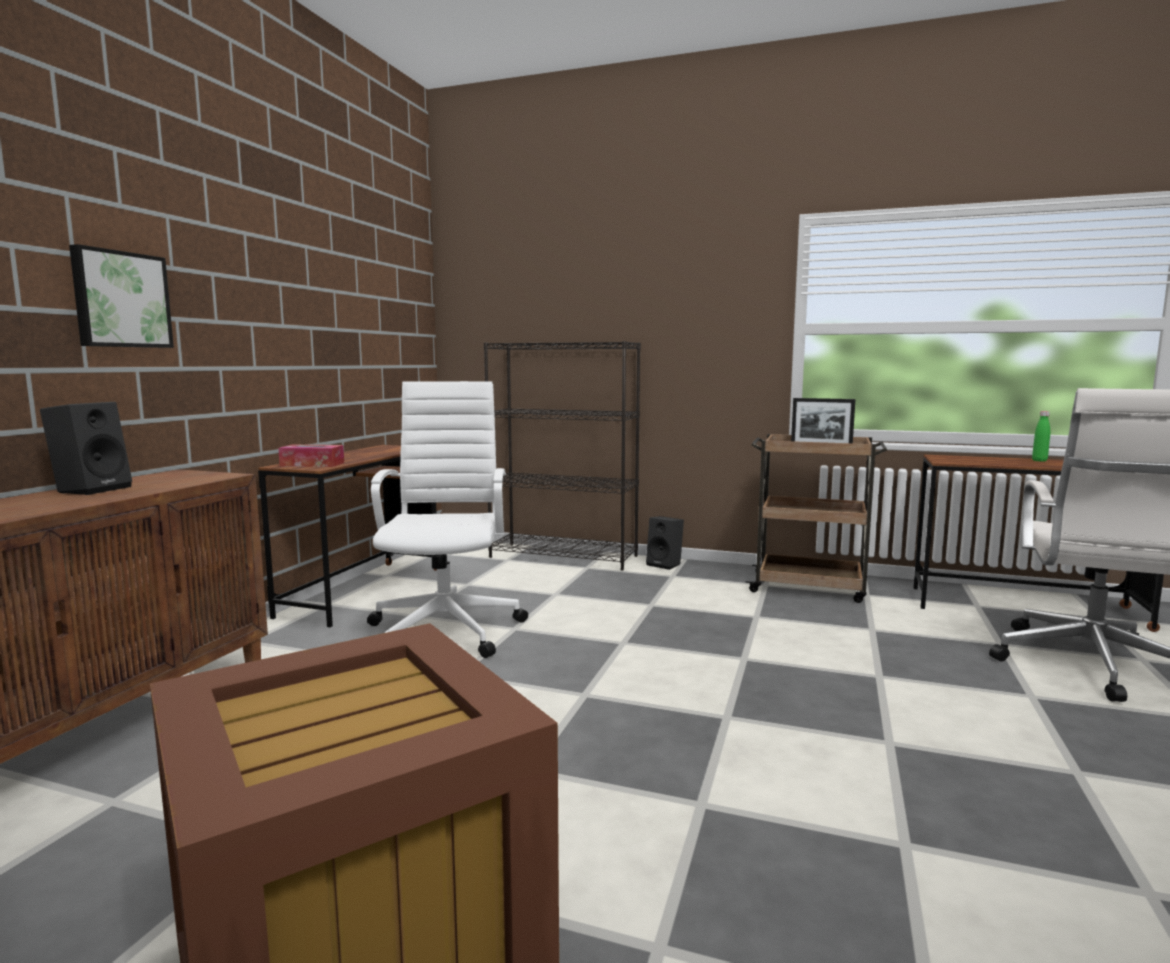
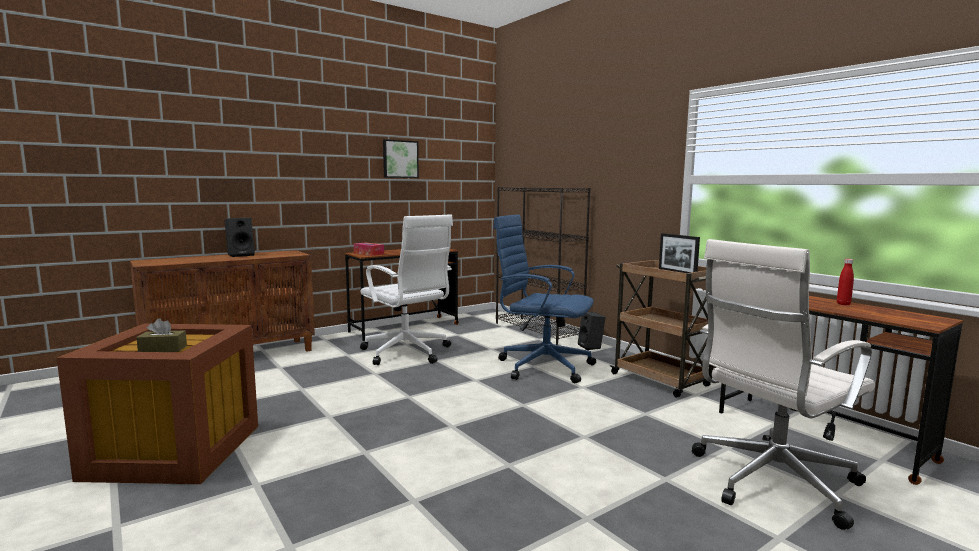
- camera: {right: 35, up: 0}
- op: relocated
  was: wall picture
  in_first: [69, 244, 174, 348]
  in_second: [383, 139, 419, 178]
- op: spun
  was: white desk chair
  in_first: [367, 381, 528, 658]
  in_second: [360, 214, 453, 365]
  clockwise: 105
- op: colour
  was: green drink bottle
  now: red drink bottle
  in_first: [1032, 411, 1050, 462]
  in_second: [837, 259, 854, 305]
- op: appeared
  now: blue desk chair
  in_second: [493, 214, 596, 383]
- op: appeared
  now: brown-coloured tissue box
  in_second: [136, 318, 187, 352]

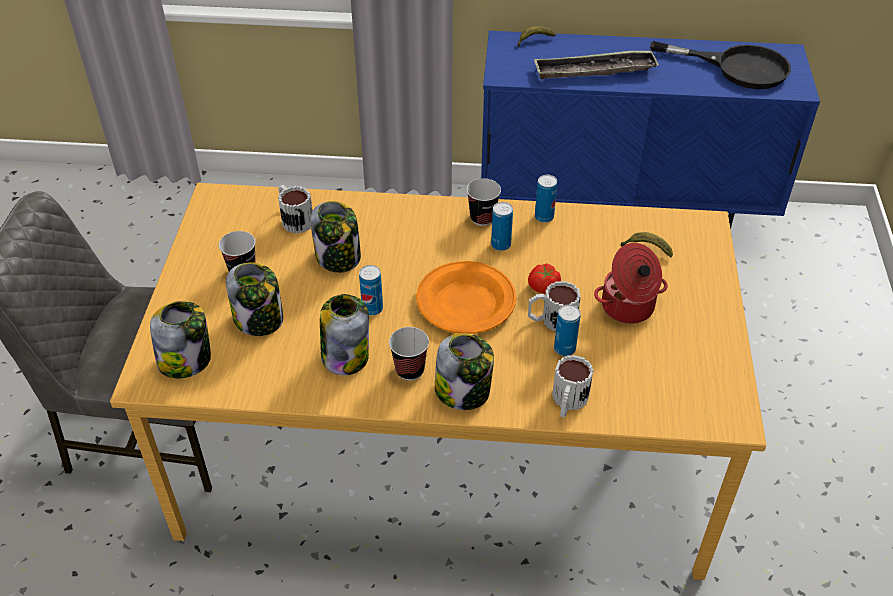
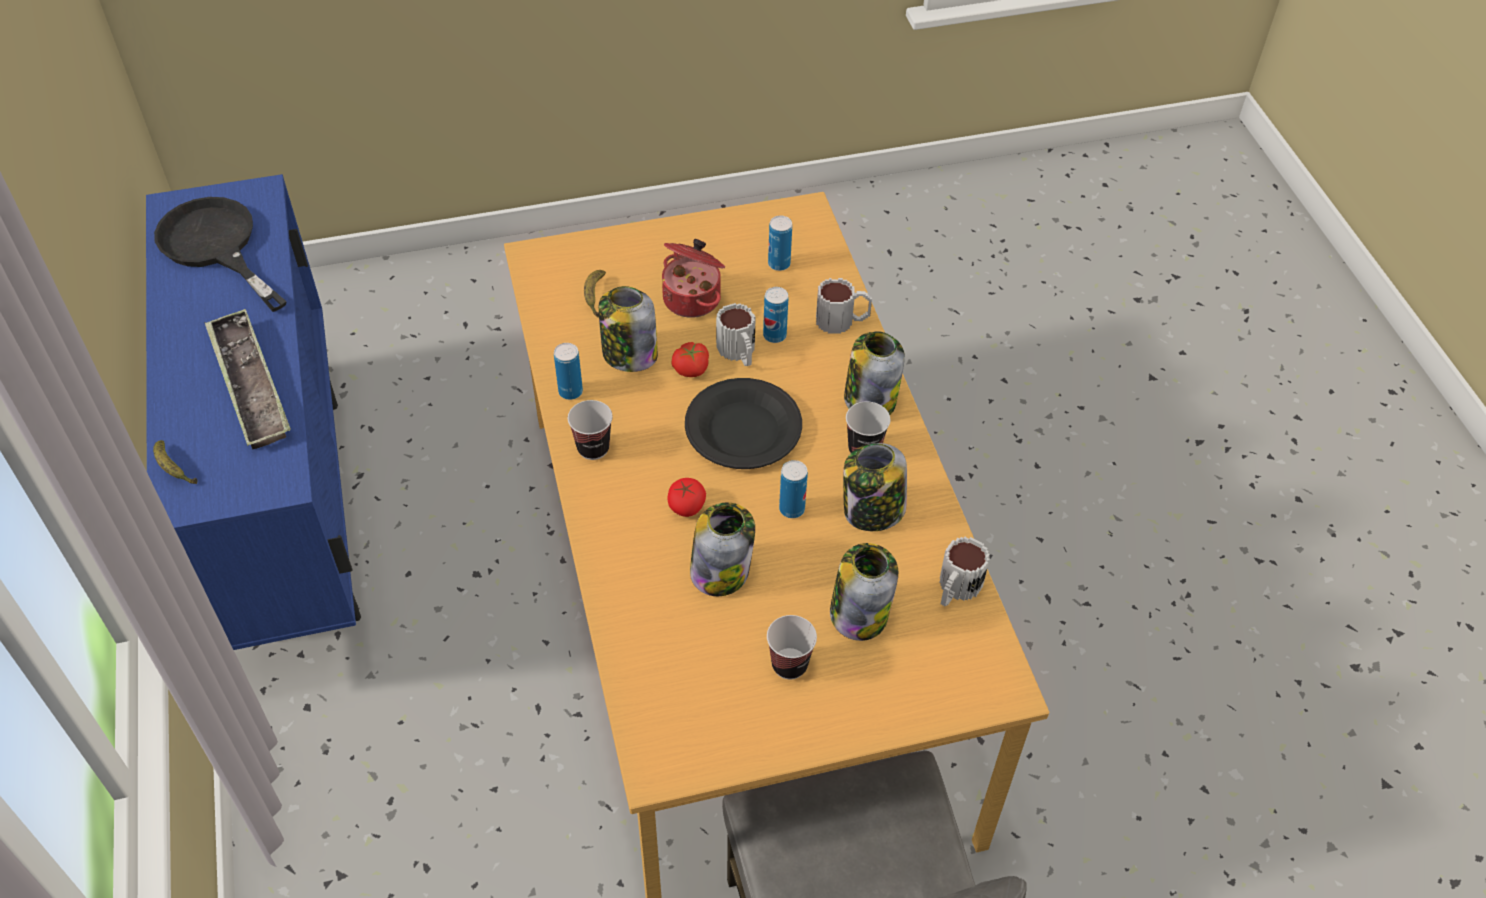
- camera: {right: -110, up: 5}
- op: spun
  was: black skillet
  in_first: [650, 41, 791, 89]
  in_second: [154, 197, 287, 312]
  clockwise: -45
- op: relocated
  was: tea mug
  in_first: [278, 185, 313, 234]
  in_second: [939, 537, 990, 606]
- op: relocated
  was: metal can
  in_first: [491, 202, 513, 251]
  in_second: [768, 216, 792, 271]
- op: colour
  was: orangey flat dish
  now: black flat dish
  in_first: [416, 261, 516, 334]
  in_second: [685, 378, 802, 469]
- op: relocated
  was: preserve jar
  in_first: [150, 301, 211, 378]
  in_second: [599, 286, 658, 372]
- op: appeared
  now: fresh tomato
  in_second: [668, 478, 706, 517]

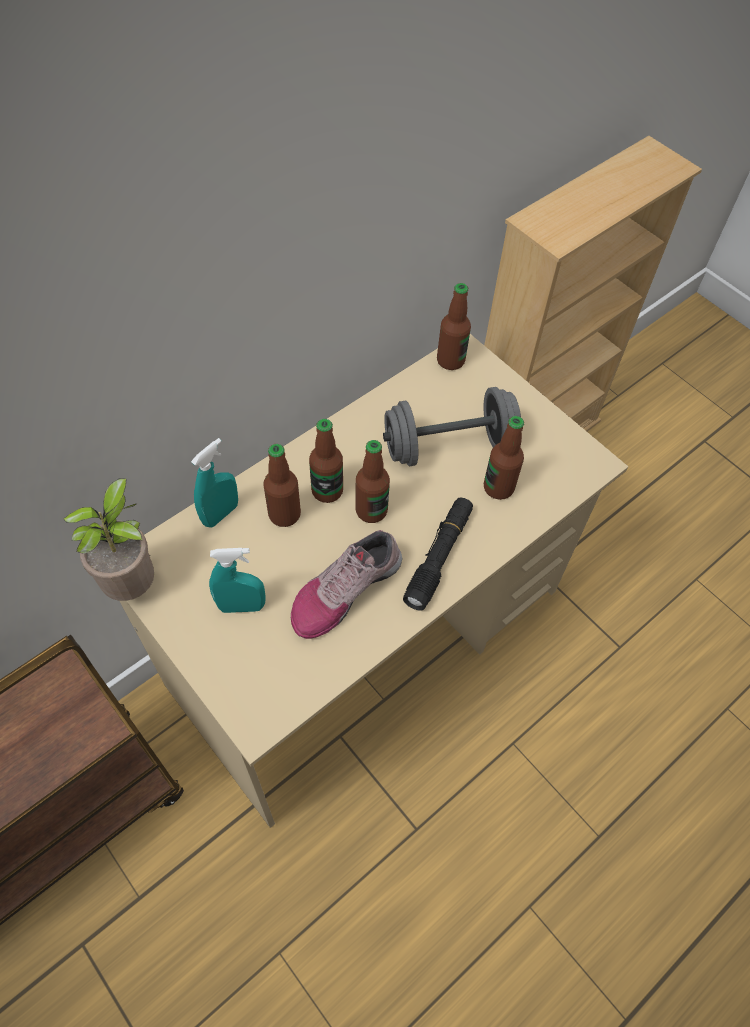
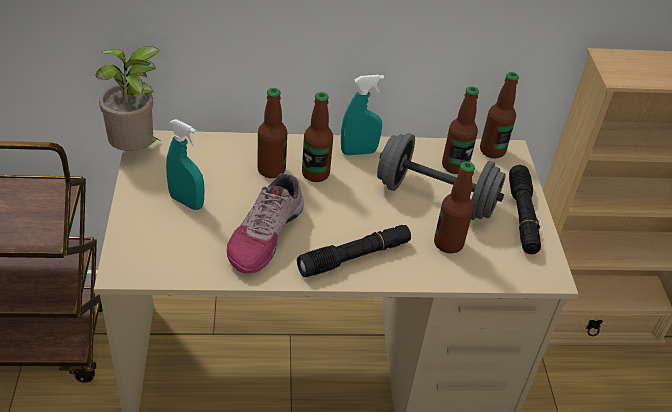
- camera: {right: 35, up: -15}
- op: relocated
  was: turquoise-coloured hand sprayer
  in_first: [191, 438, 238, 527]
  in_second: [341, 75, 384, 155]
- op: relocated
  was: drink bottle
  in_first: [356, 440, 390, 523]
  in_second: [442, 86, 479, 174]
- op: spun
  was: item of footwear
  in_first: [291, 530, 402, 639]
  in_second: [227, 174, 304, 274]
  clockwise: -60
- op: appeared
  now: black hand torch
  in_second: [509, 165, 541, 254]

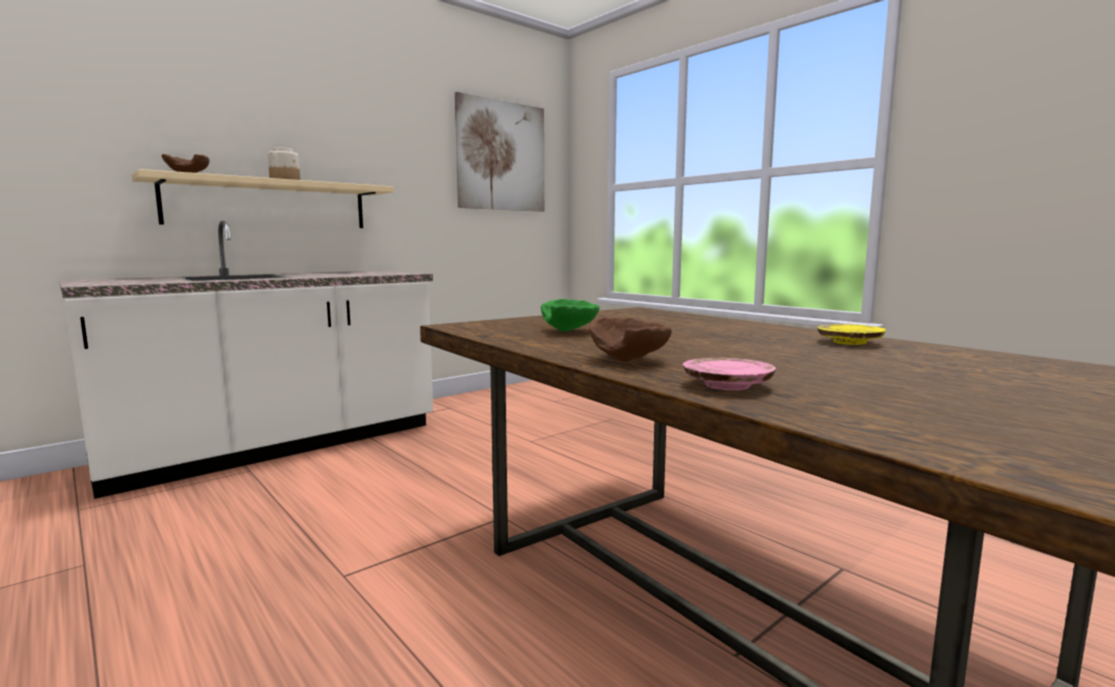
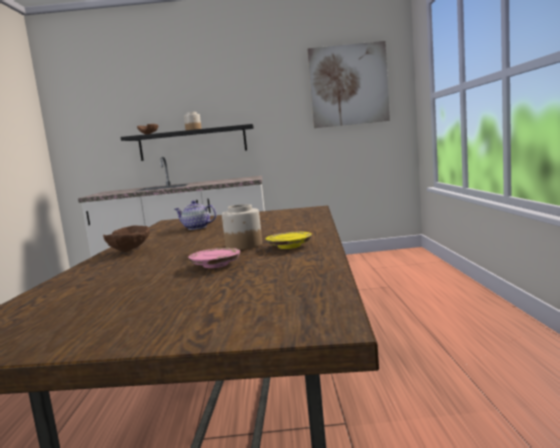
- camera: {right: 40, up: 0}
- op: colour
  was: beige-coloured wall shelf
  now: black wall shelf
  in_first: [132, 169, 394, 228]
  in_second: [120, 124, 254, 161]
- op: exchanged
  was: green serving bowl
  now: tea pot
  in_first: [541, 299, 600, 332]
  in_second: [174, 200, 217, 230]
- op: relocated
  was: pink flat dish
  in_first: [683, 358, 776, 390]
  in_second: [188, 248, 240, 268]
- op: appeared
  now: preserve jar
  in_second: [222, 204, 262, 250]

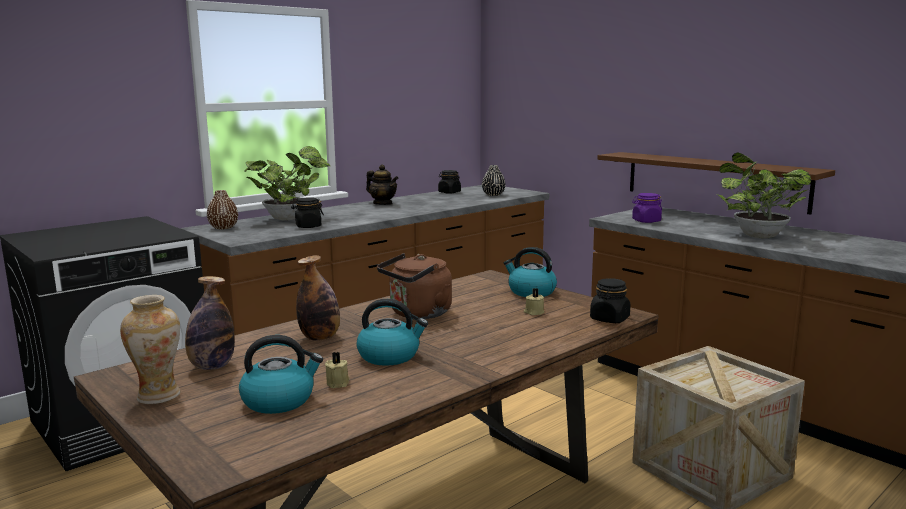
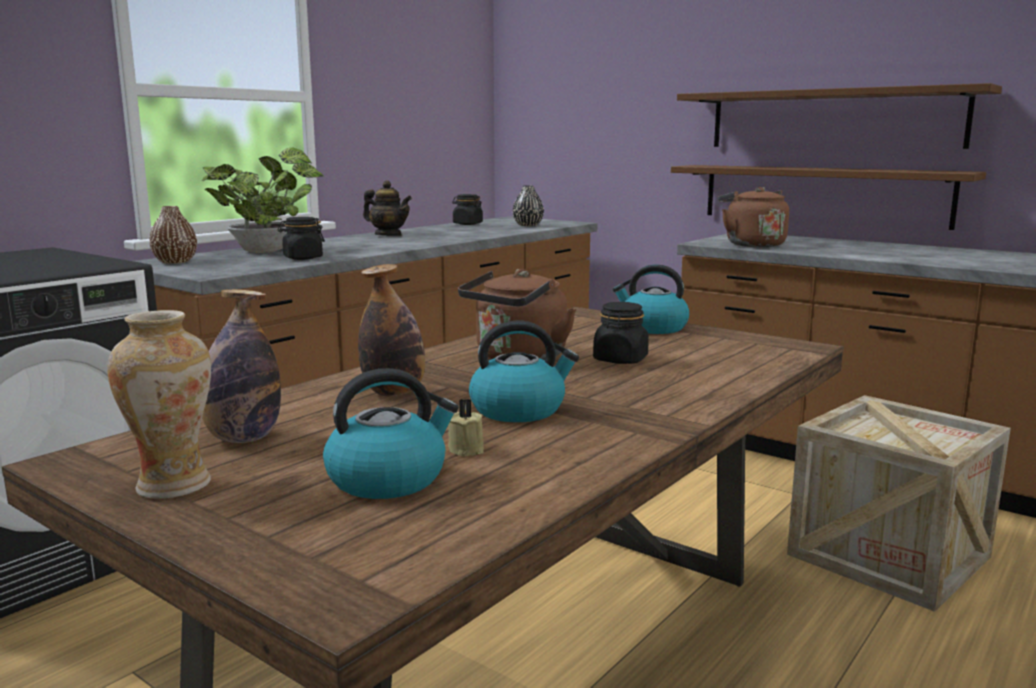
- camera: {right: -10, up: 0}
- op: missing
  was: potted plant
  in_first: [717, 152, 811, 238]
- op: exchanged
  was: purple-coloured preserve jar
  now: brown-coloured kettle
  in_first: [632, 193, 662, 223]
  in_second: [718, 187, 789, 247]
- op: relocated
  was: black preserve jar
  in_first: [590, 278, 630, 323]
  in_second: [593, 302, 649, 364]
- op: missing
  was: beige-coloured candle
  in_first: [524, 288, 544, 315]
- op: appeared
  now: brown-coloured wall shelf
  in_second: [677, 83, 1002, 149]

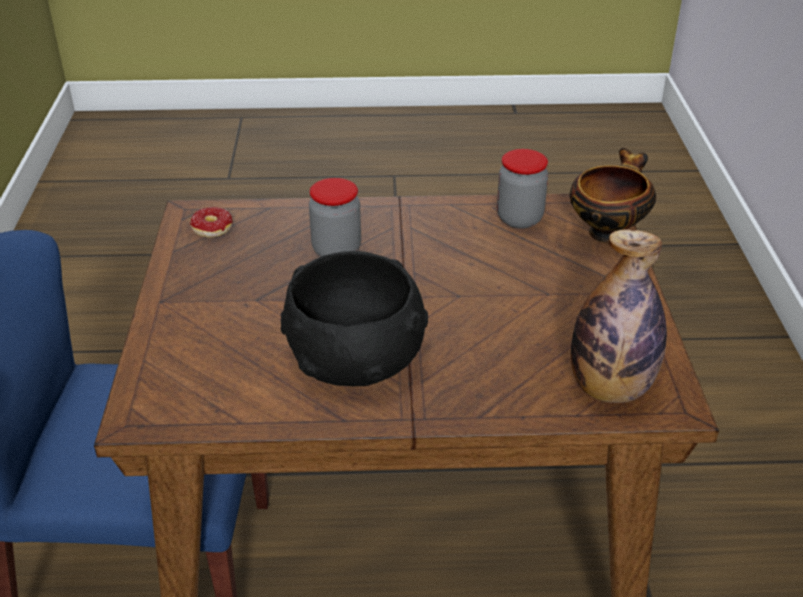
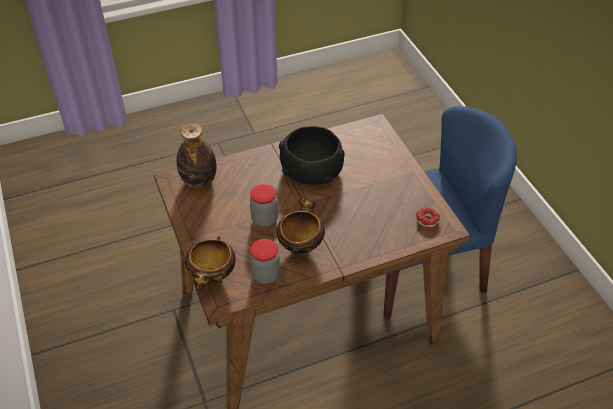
- camera: {right: 160, up: 10}
- op: relocated
  was: preserve jar
  in_first: [309, 178, 361, 257]
  in_second: [250, 184, 278, 227]
- op: appeared
  now: serving bowl
  in_second: [277, 199, 325, 256]

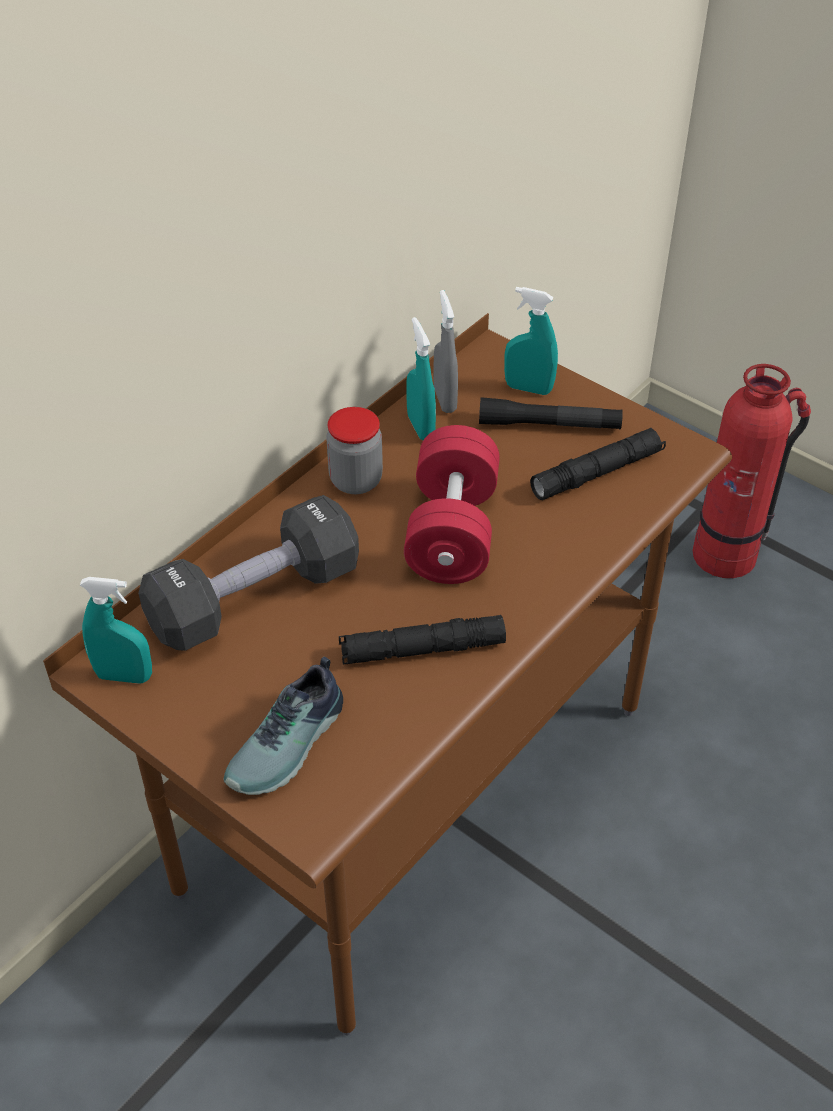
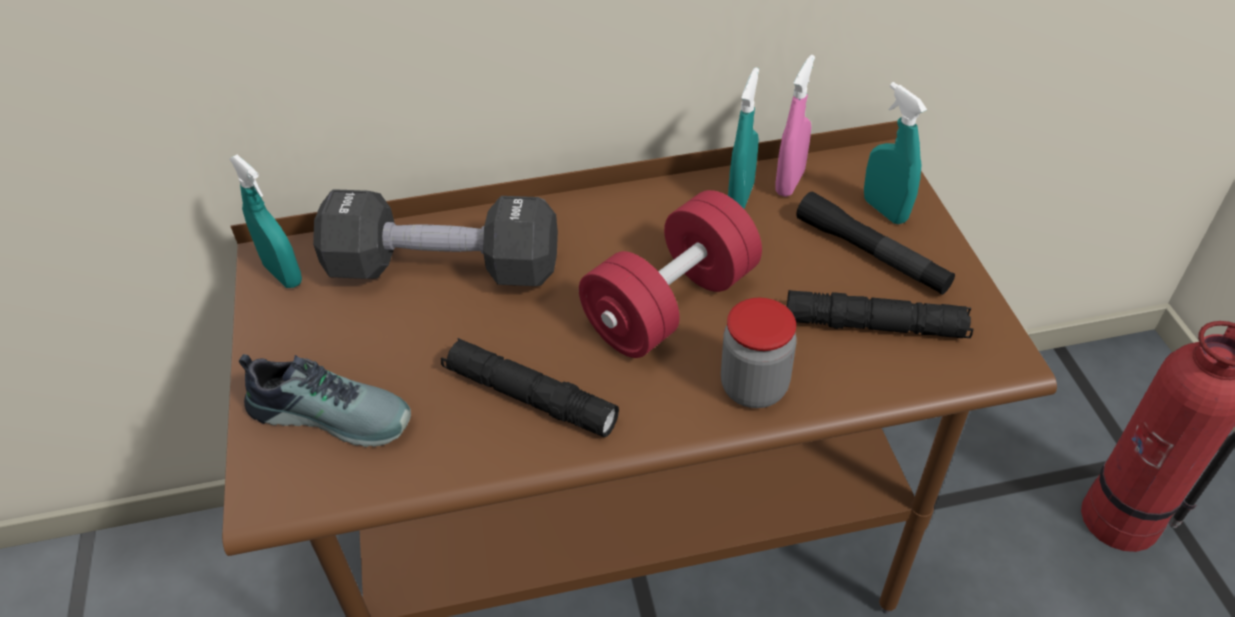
- camera: {right: 40, up: 0}
- op: colour
  was: gray hand sprayer
  now: pink hand sprayer
  in_first: [433, 290, 458, 413]
  in_second: [775, 55, 815, 197]
- op: relocated
  was: preserve jar
  in_first: [326, 407, 383, 494]
  in_second: [721, 298, 797, 408]
- op: spun
  was: item of footwear
  in_first: [223, 657, 343, 795]
  in_second: [239, 354, 411, 447]
  clockwise: -150

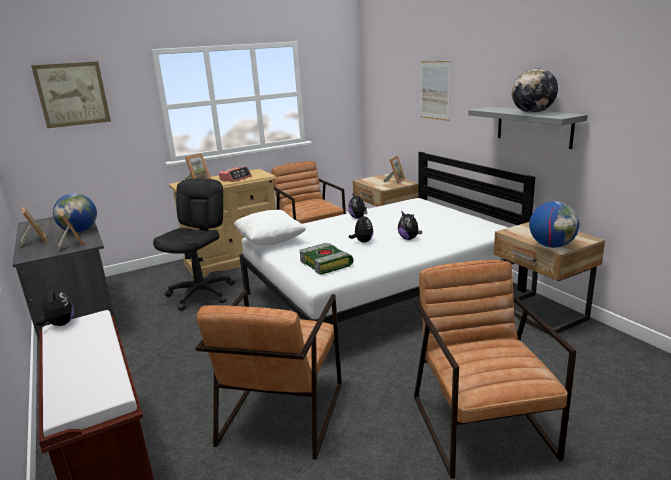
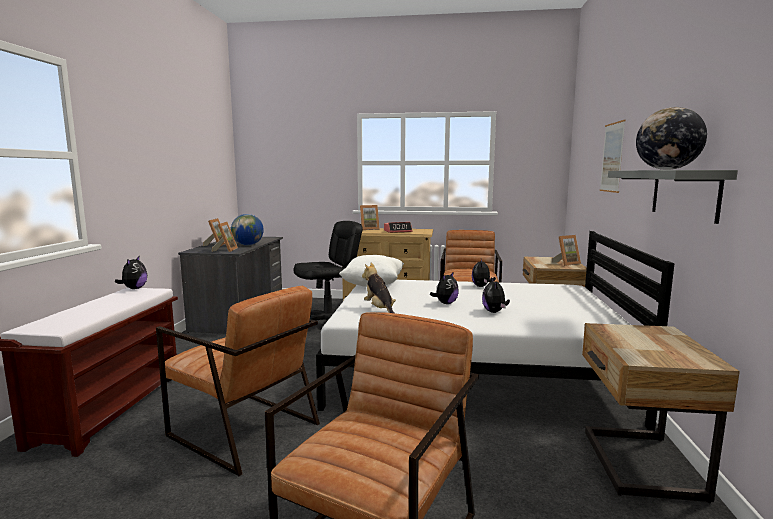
- camera: {right: 35, up: -10}
- op: missing
  was: wall picture
  in_first: [31, 61, 111, 128]
- op: missing
  was: globe
  in_first: [529, 201, 580, 248]
- op: exchanged
  was: volume
  now: plush toy
  in_first: [299, 243, 353, 275]
  in_second: [362, 263, 396, 313]
- op: spun
  was: brown-coloured lounge chair
  in_first: [195, 290, 342, 460]
  in_second: [156, 286, 320, 476]
  clockwise: -105

